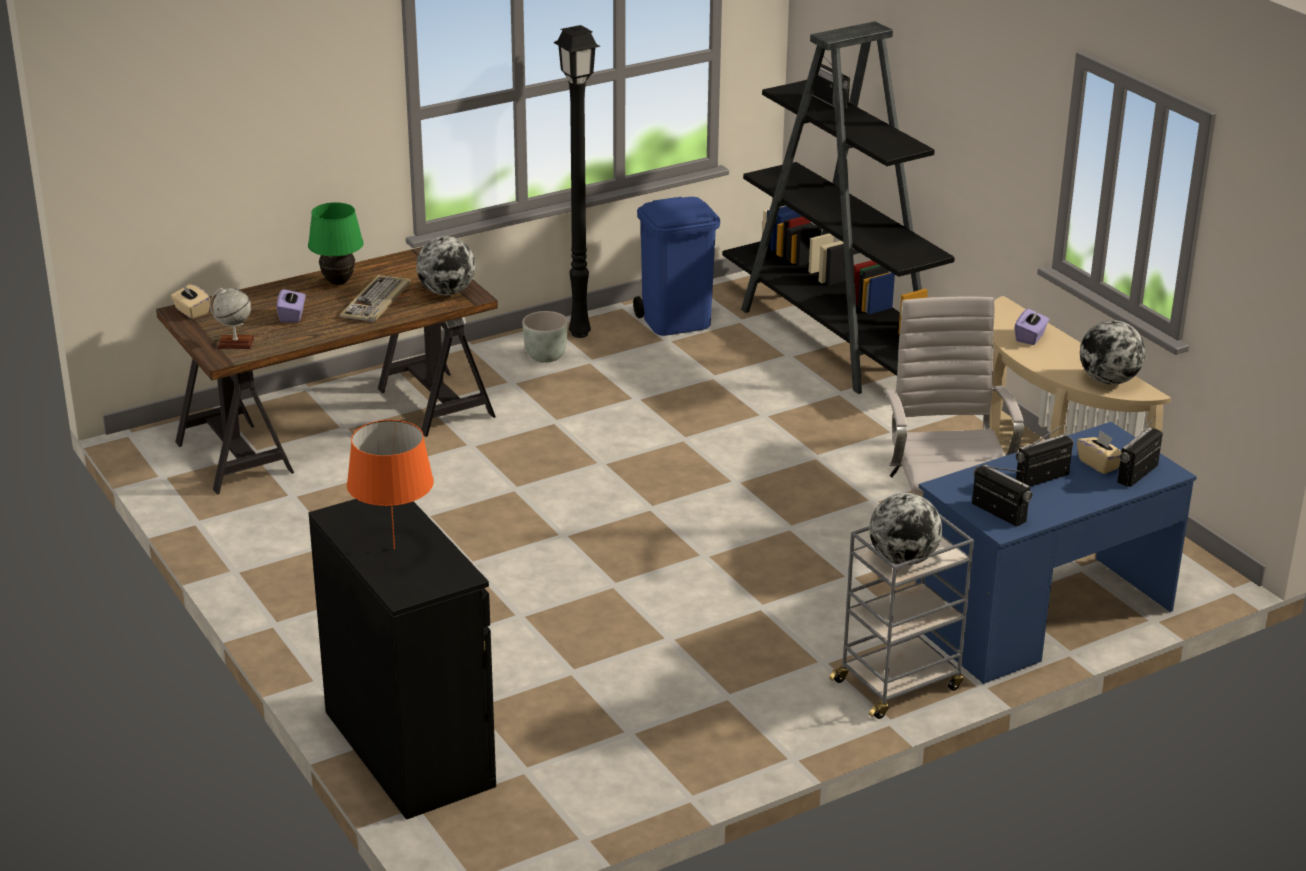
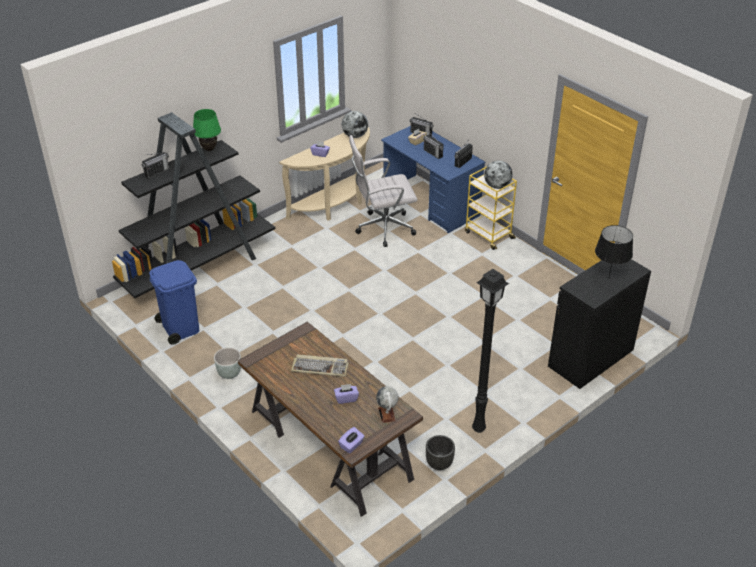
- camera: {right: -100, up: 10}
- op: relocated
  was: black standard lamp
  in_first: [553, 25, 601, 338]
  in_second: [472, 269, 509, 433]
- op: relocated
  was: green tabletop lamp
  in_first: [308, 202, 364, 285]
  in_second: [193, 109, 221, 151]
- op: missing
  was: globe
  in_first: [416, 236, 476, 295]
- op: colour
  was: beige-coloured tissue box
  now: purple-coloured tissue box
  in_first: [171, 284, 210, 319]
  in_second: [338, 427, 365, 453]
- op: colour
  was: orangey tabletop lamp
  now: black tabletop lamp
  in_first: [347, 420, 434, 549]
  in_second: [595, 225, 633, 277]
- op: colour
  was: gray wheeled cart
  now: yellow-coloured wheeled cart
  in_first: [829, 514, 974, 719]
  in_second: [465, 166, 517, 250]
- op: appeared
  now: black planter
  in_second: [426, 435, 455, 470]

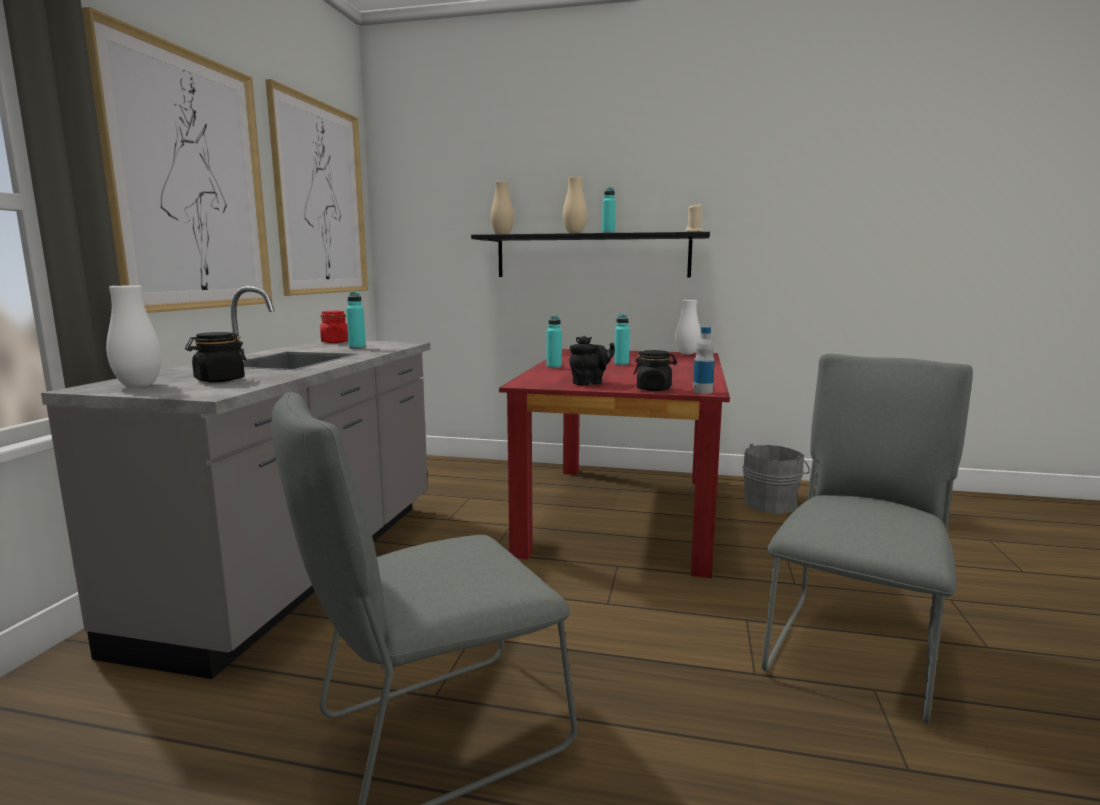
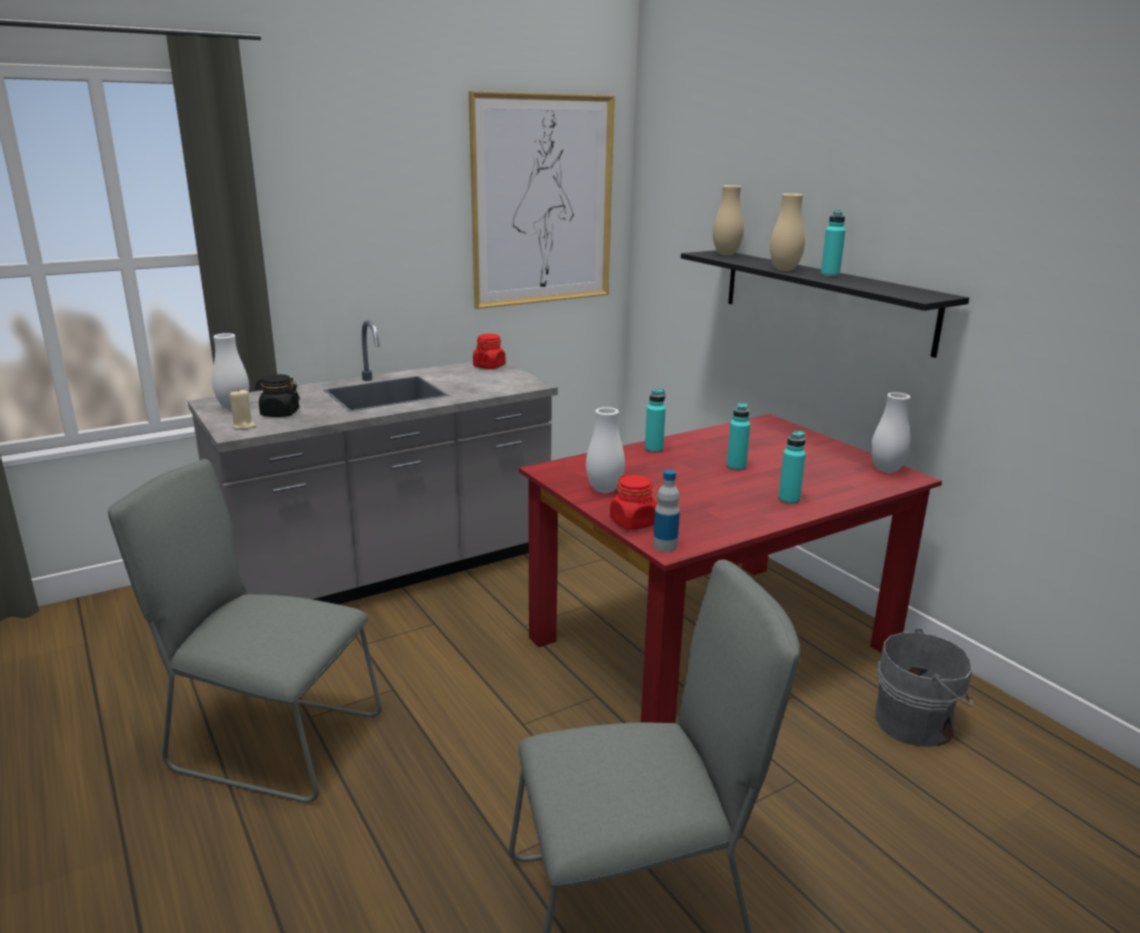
- camera: {right: 45, up: 10}
- op: missing
  was: wall picture
  in_first: [82, 7, 272, 313]
- op: relocated
  was: beige-coloured candle
  in_first: [686, 203, 703, 232]
  in_second: [230, 388, 256, 429]
- op: relocated
  was: turquoise-coloured drink bottle
  in_first: [346, 292, 366, 349]
  in_second: [778, 431, 806, 504]
- op: exchanged
  was: black tea pot
  now: white flower vase
  in_first: [569, 336, 615, 385]
  in_second: [586, 407, 625, 493]
- op: colour
  was: black preserve jar
  now: red preserve jar
  in_first: [634, 350, 677, 391]
  in_second: [610, 474, 657, 530]

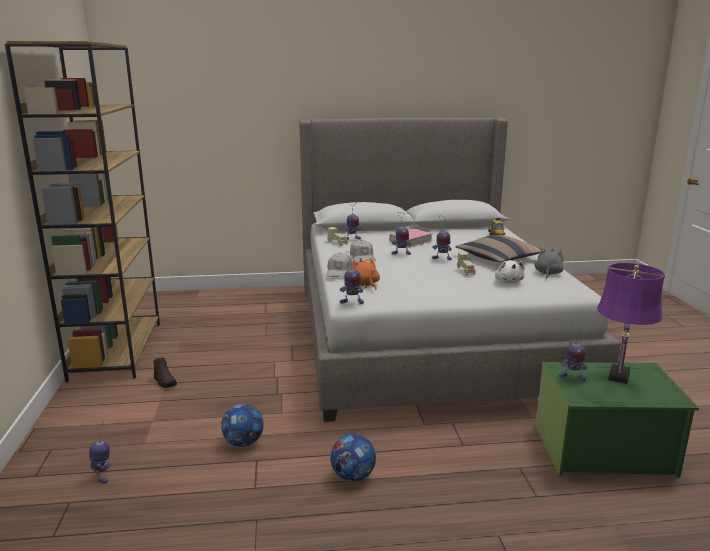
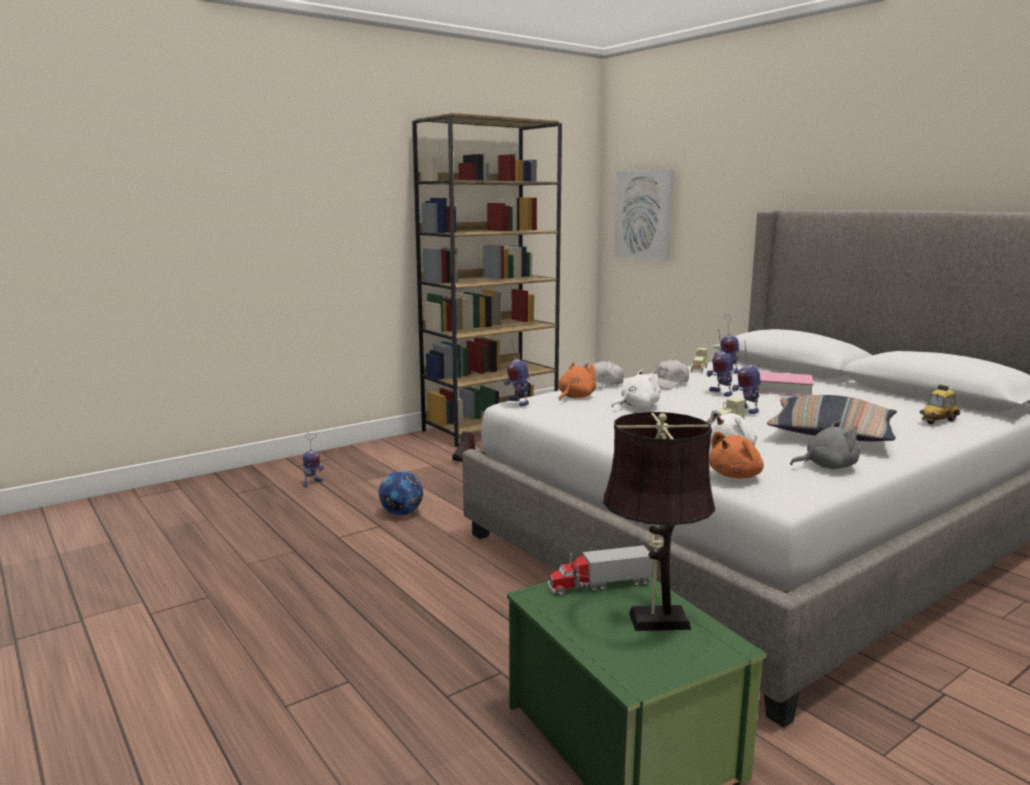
- camera: {right: 60, up: -5}
- op: colour
  was: purple-coloured tabletop lamp
  now: brown-coloured tabletop lamp
  in_first: [597, 263, 665, 384]
  in_second: [603, 412, 715, 631]
- op: exchanged
  was: model robot
  now: toy lorry
  in_first: [558, 324, 587, 381]
  in_second: [548, 545, 653, 596]
- op: missing
  was: football
  in_first: [331, 434, 376, 481]
- op: appeared
  now: wall picture
  in_second: [614, 170, 674, 261]
- op: appeared
  now: white plush toy
  in_second: [611, 370, 660, 407]
- op: appeared
  now: orangey plush toy
  in_second: [709, 431, 764, 478]

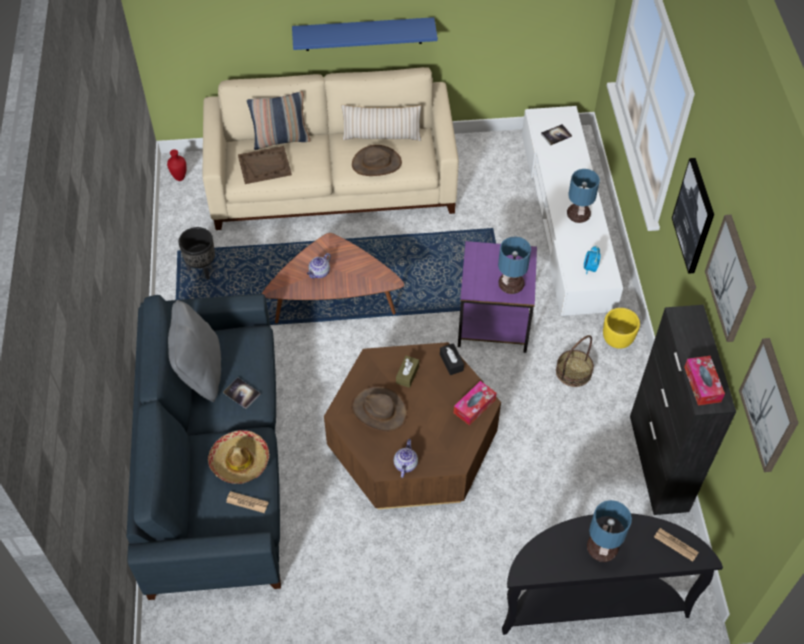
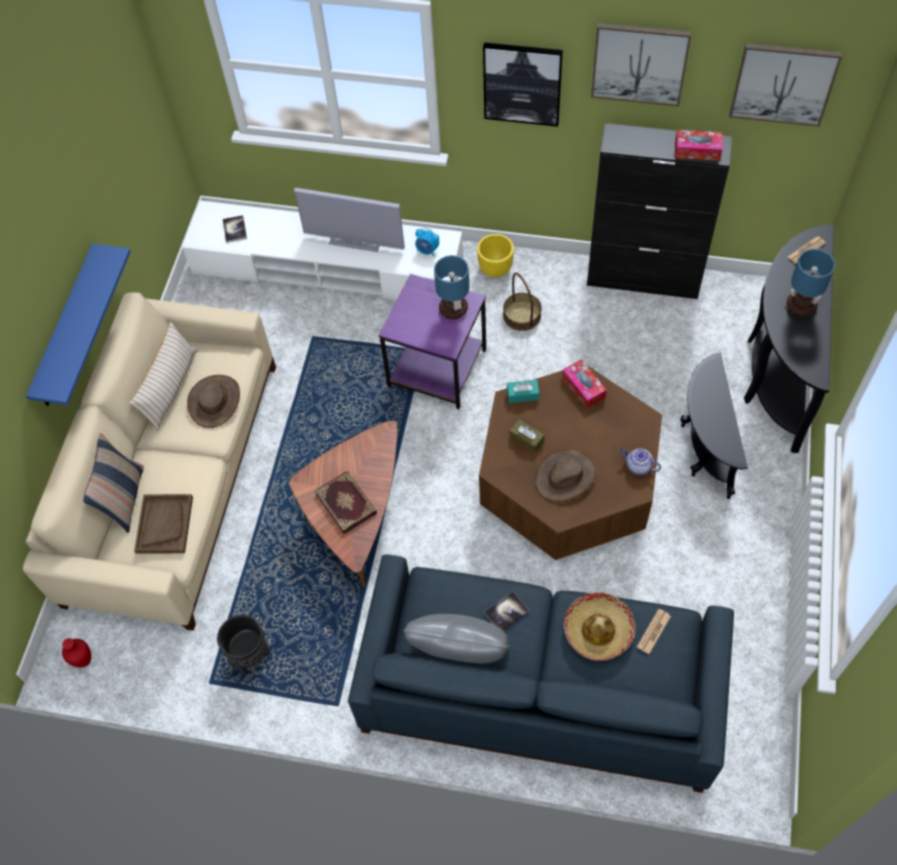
- camera: {right: -70, up: 5}
- op: exchanged
  was: tabletop lamp
  now: TV
  in_first: [567, 169, 600, 223]
  in_second: [294, 188, 405, 252]
- op: exchanged
  was: tea pot
  now: volume
  in_first: [307, 253, 331, 278]
  in_second: [314, 471, 377, 534]
- op: colour
  was: black tissue box
  now: turquoise-coloured tissue box
  in_first: [440, 343, 464, 375]
  in_second: [507, 380, 539, 403]
- op: appeared
  now: black side table
  in_second: [680, 353, 748, 499]

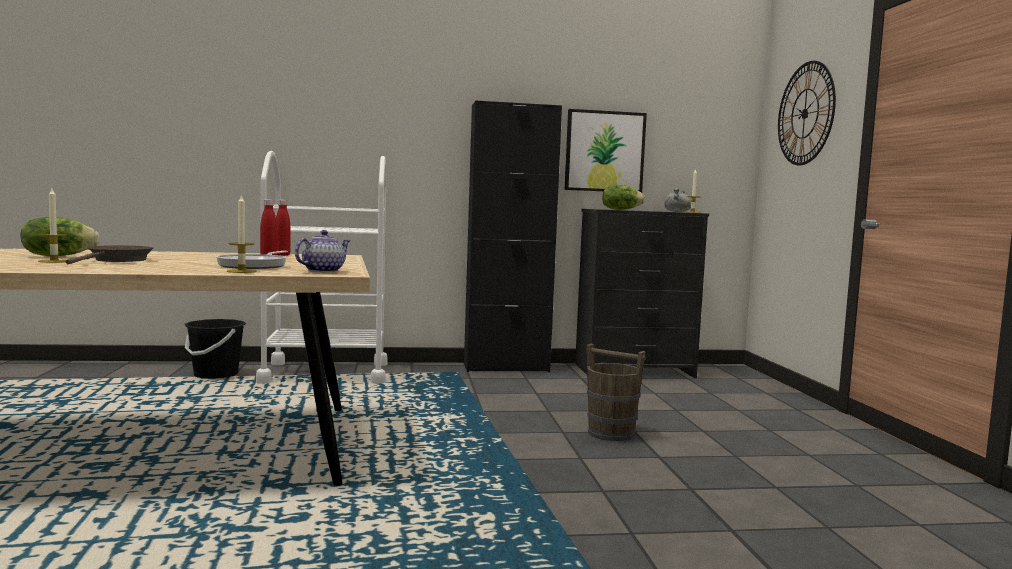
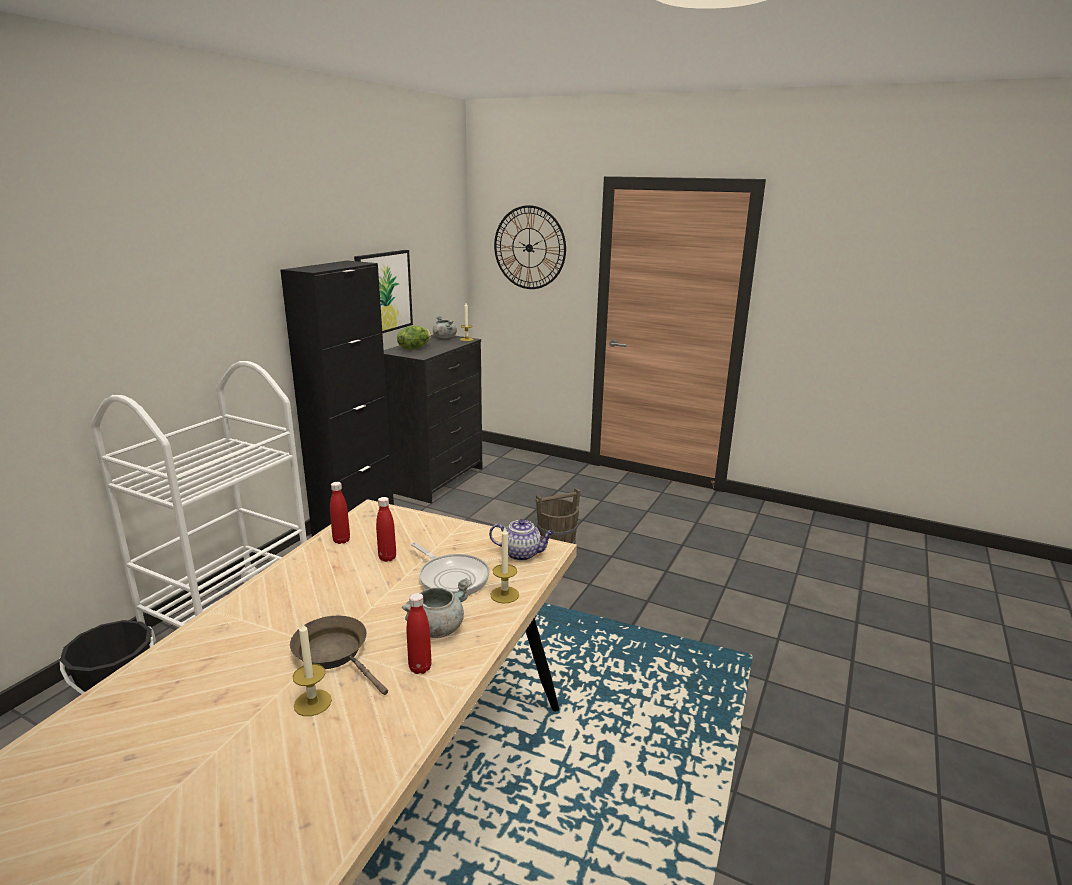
- camera: {right: -55, up: 15}
- op: missing
  was: lettuce
  in_first: [21, 217, 100, 256]
- op: spun
  was: tea pot
  in_first: [295, 230, 350, 272]
  in_second: [489, 519, 554, 561]
  clockwise: 120
- op: appeared
  now: gray stockpot
  in_second: [402, 578, 472, 638]
- op: appeared
  now: red drink bottle
  in_second: [406, 593, 431, 674]

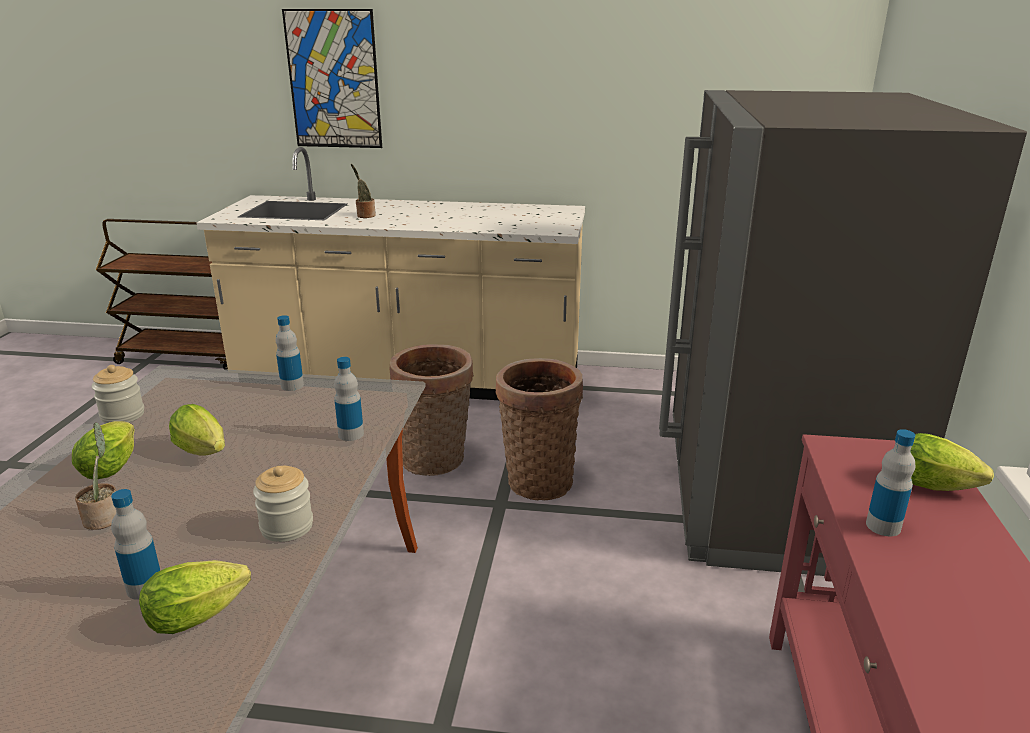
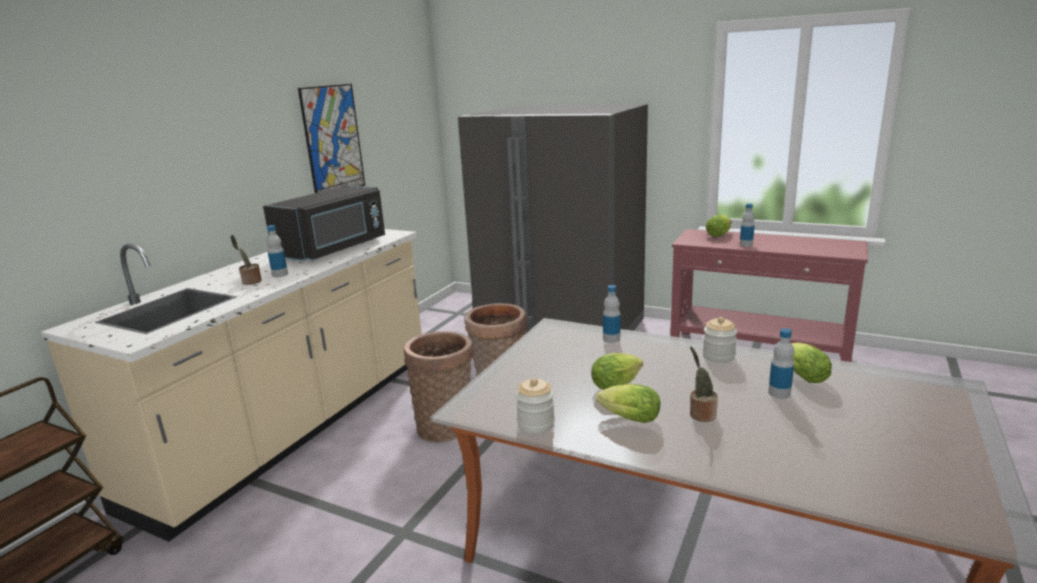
- camera: {right: -70, up: -5}
- op: relocated
  was: wall picture
  in_first: [282, 9, 382, 148]
  in_second: [298, 84, 365, 193]
- op: relocated
  was: drink bottle
  in_first: [276, 315, 304, 391]
  in_second: [267, 225, 288, 277]
- op: appeared
  now: black microwave oven
  in_second: [263, 185, 385, 262]

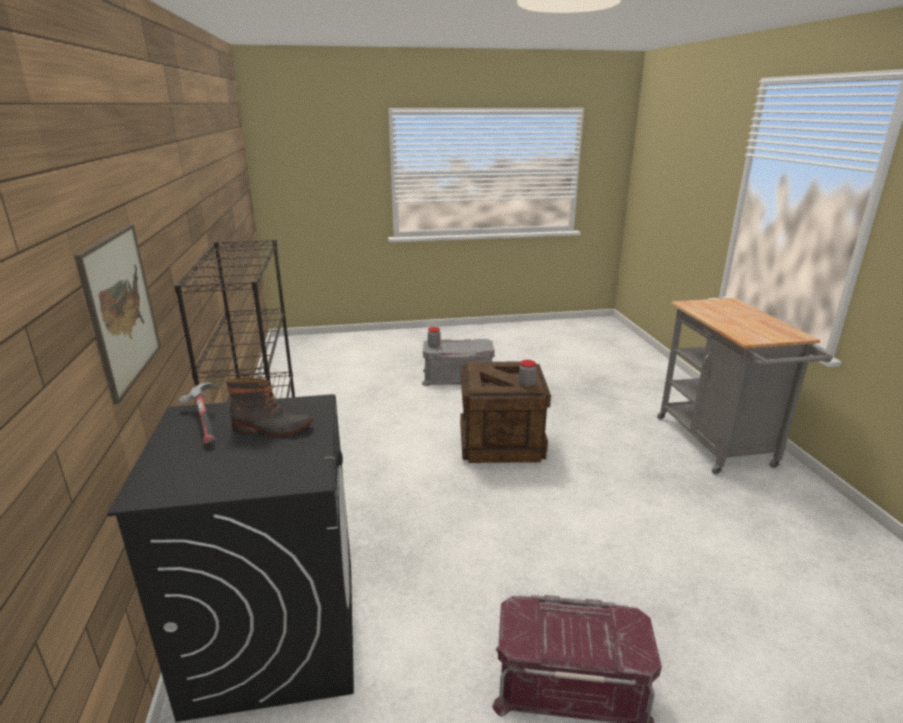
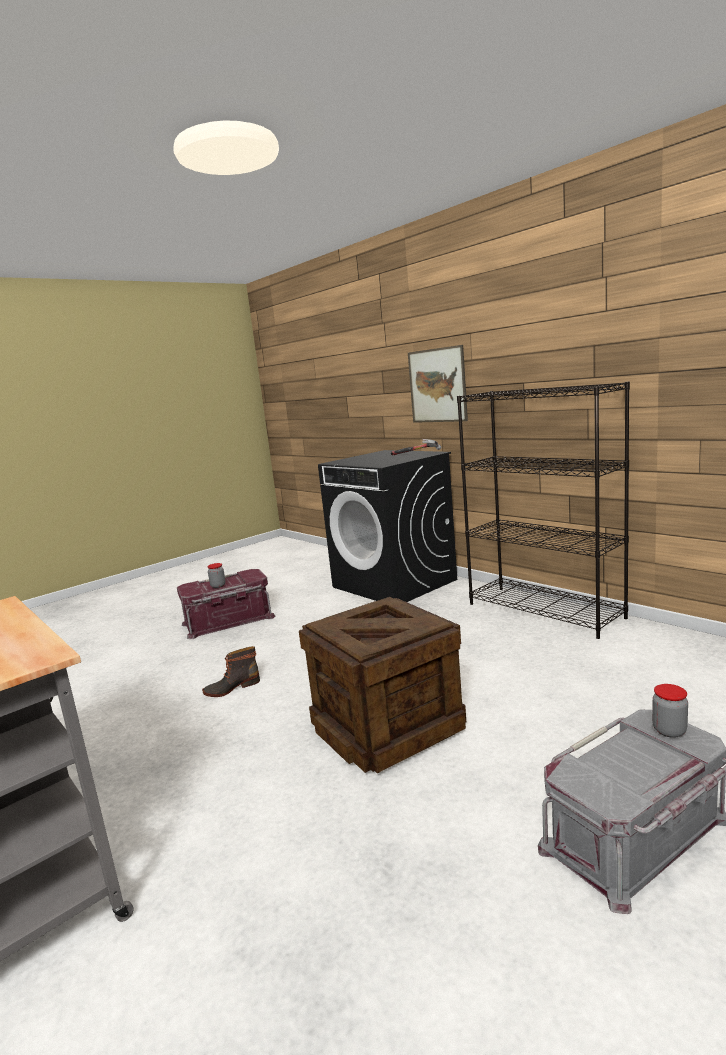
- camera: {right: 150, up: -10}
- op: relocated
  was: preserve jar
  in_first: [519, 360, 536, 387]
  in_second: [208, 563, 225, 588]
- op: relocated
  was: tall boot
  in_first: [226, 378, 313, 437]
  in_second: [202, 646, 260, 697]

